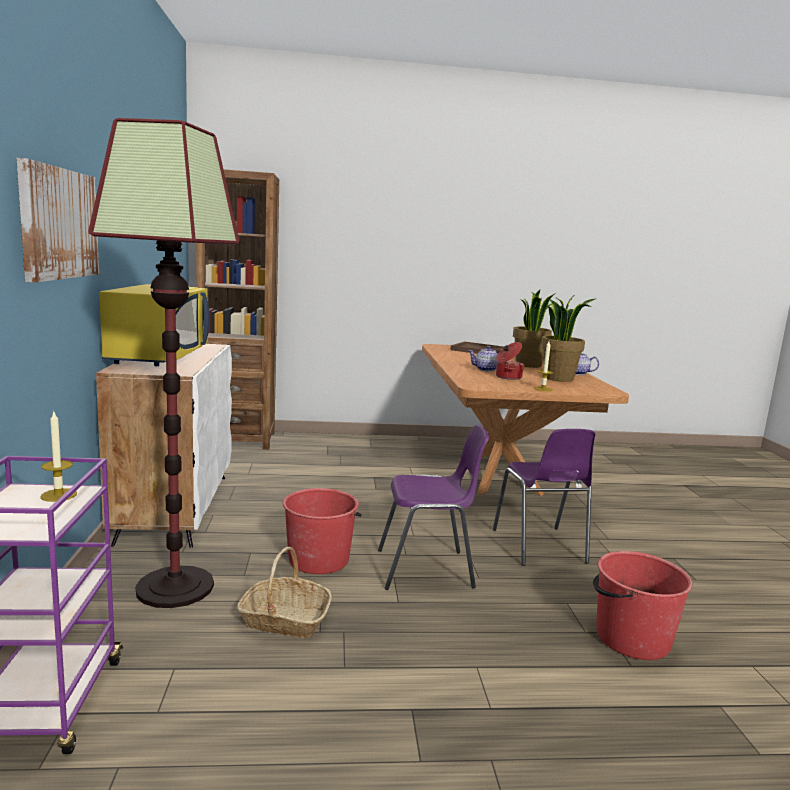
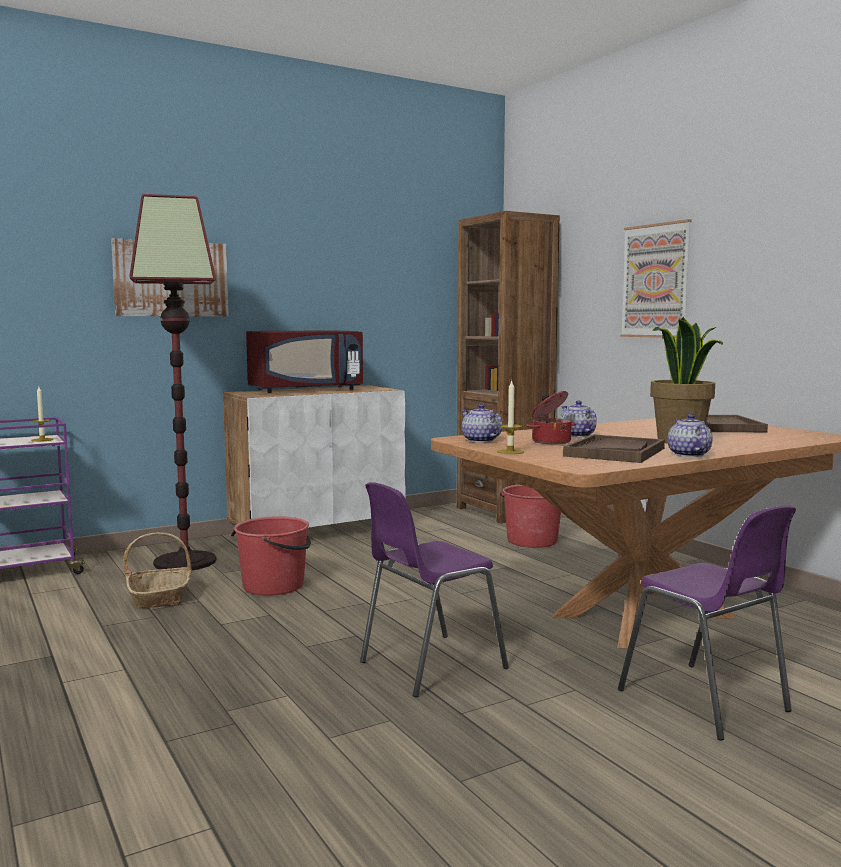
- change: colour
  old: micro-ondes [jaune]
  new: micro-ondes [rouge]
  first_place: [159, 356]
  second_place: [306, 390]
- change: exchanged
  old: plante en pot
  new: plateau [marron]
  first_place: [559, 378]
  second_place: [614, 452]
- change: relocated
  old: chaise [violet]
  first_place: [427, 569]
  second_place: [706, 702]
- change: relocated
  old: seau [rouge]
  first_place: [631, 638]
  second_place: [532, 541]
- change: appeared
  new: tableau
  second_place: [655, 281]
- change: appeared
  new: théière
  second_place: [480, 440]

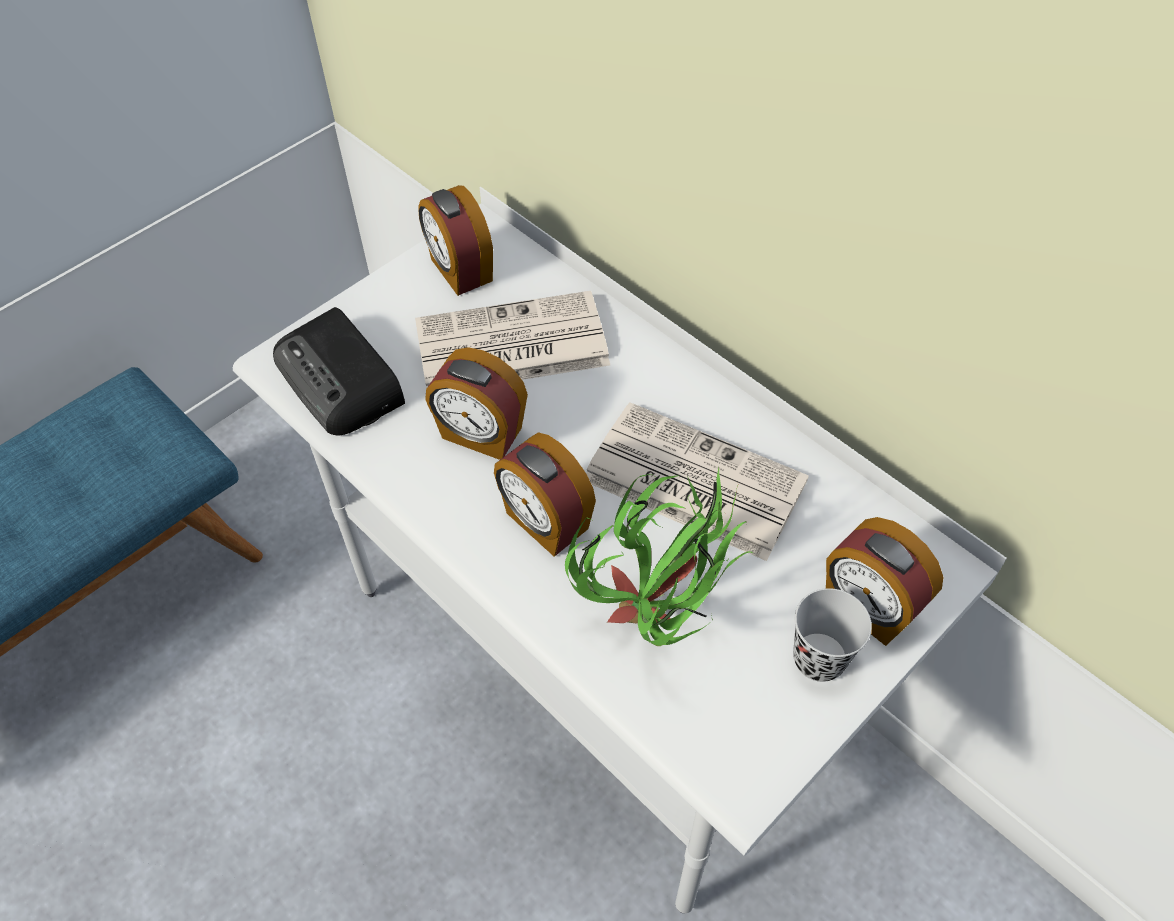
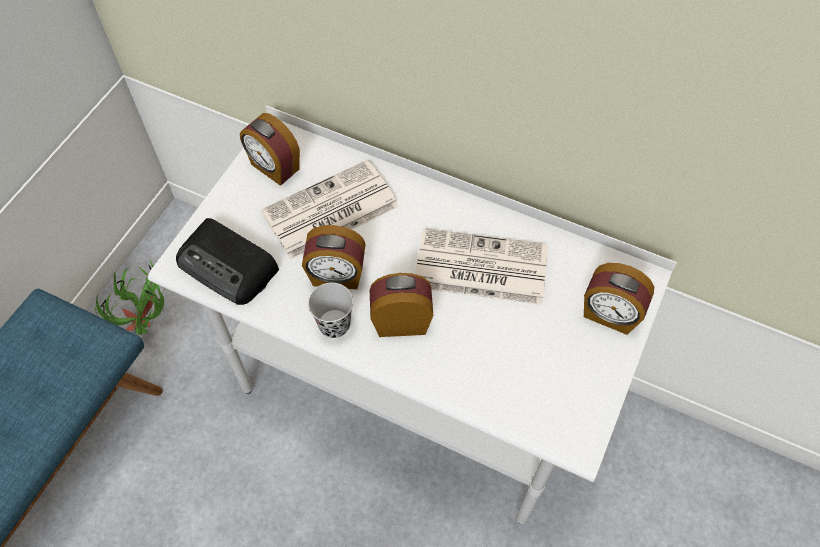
- change: spun
  old: réveil
  first_place: [545, 522]
  second_place: [401, 321]
  degrees: 150
- change: relocated
  old: plante en pot
  first_place: [658, 618]
  second_place: [151, 324]
- change: relocated
  old: tasse [noir]
  first_place: [819, 659]
  second_place: [334, 325]

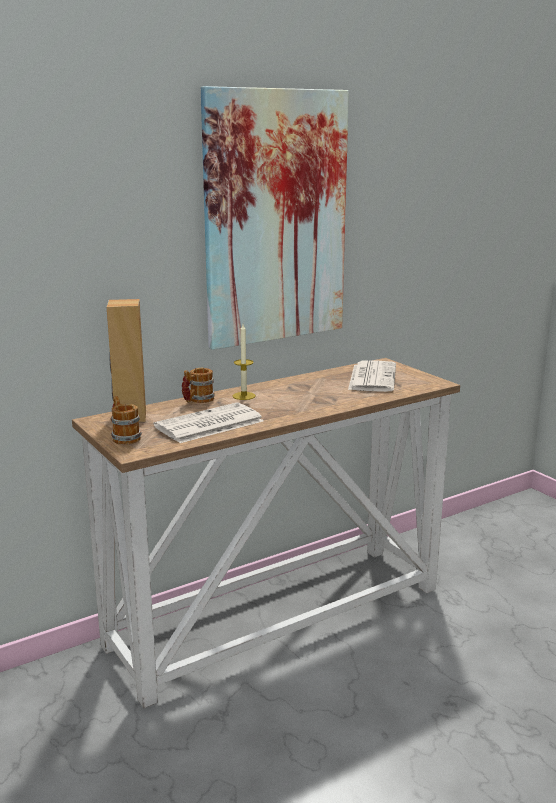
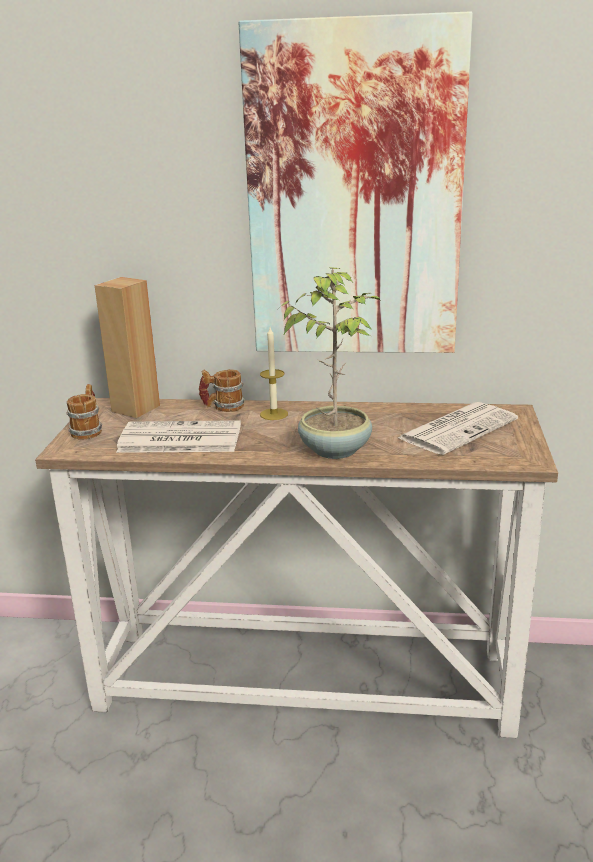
- change: appeared
  new: plante en pot
  second_place: [335, 449]

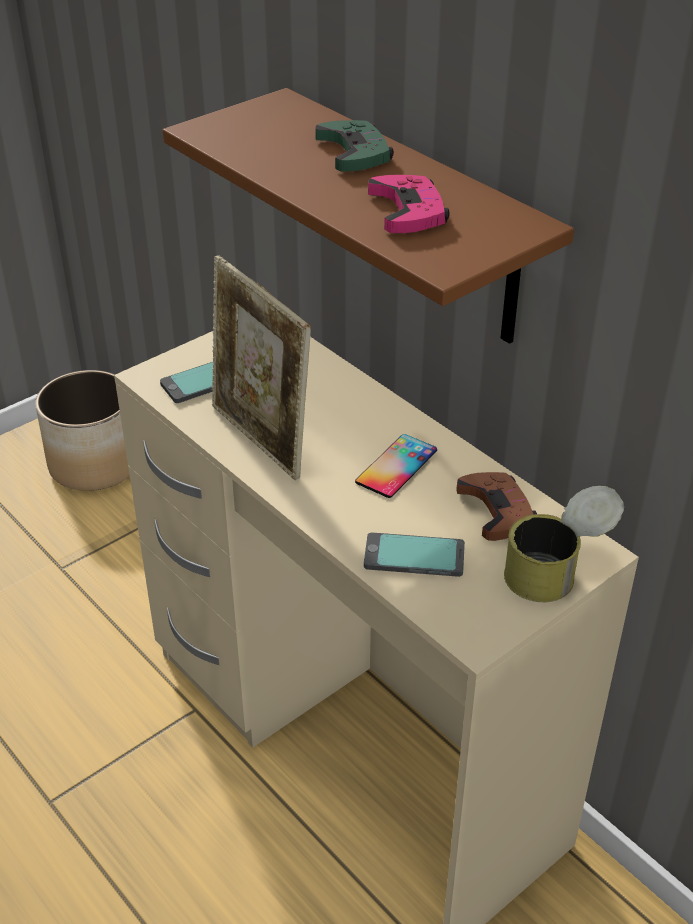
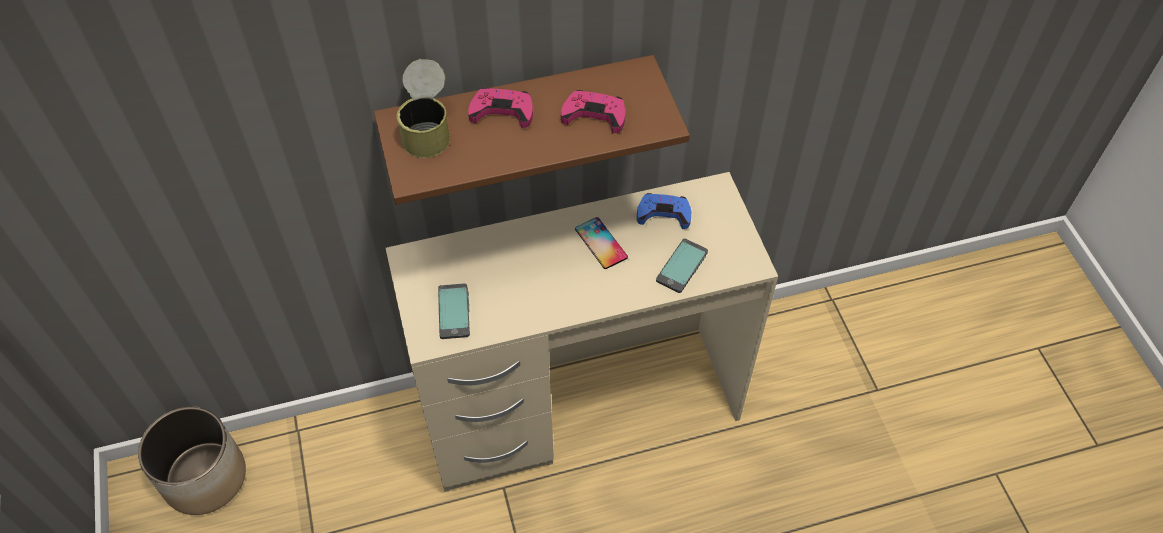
- change: colour
  old: manette [vert]
  new: manette [rose]
  first_place: [354, 153]
  second_place: [502, 111]
- change: missing
  old: cadre photo
  first_place: [261, 440]
- change: colour
  old: manette [marron]
  new: manette [bleu]
  first_place: [496, 510]
  second_place: [664, 213]
- change: relocated
  old: boîte métallique
  first_place: [558, 571]
  second_place: [428, 128]

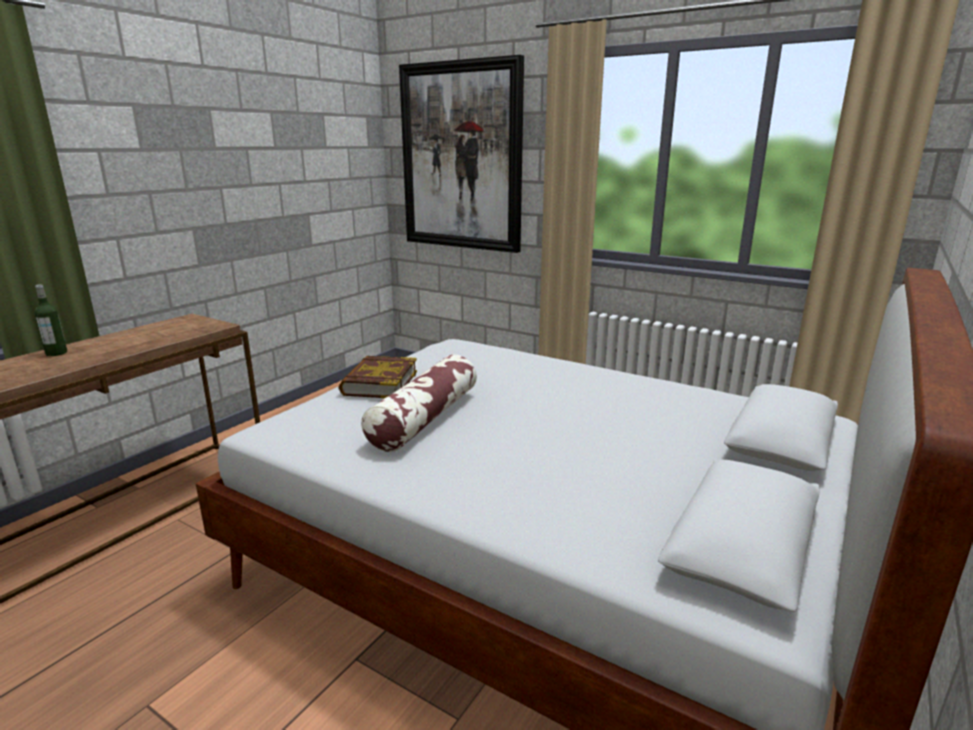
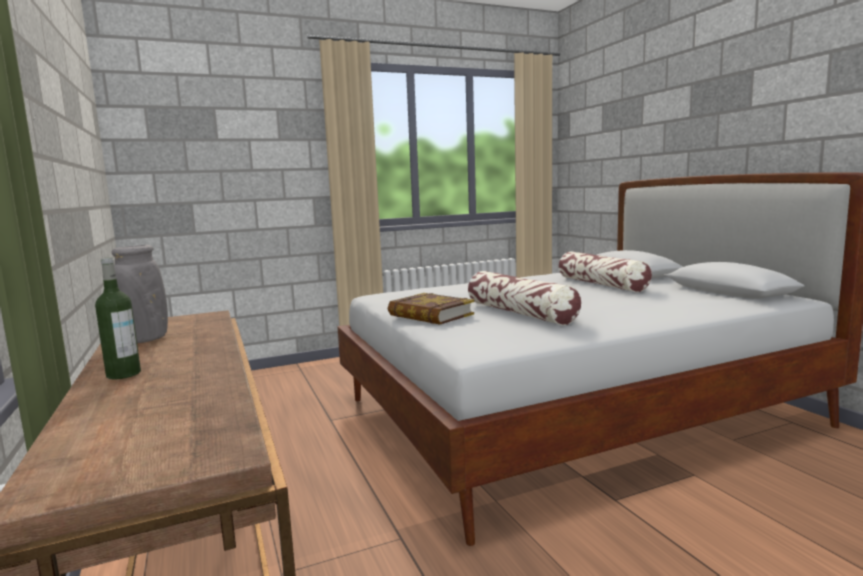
- change: missing
  old: tableau
  first_place: [461, 158]
- change: appeared
  new: vase [gris]
  second_place: [144, 340]
- change: appeared
  new: coussin
  second_place: [601, 284]

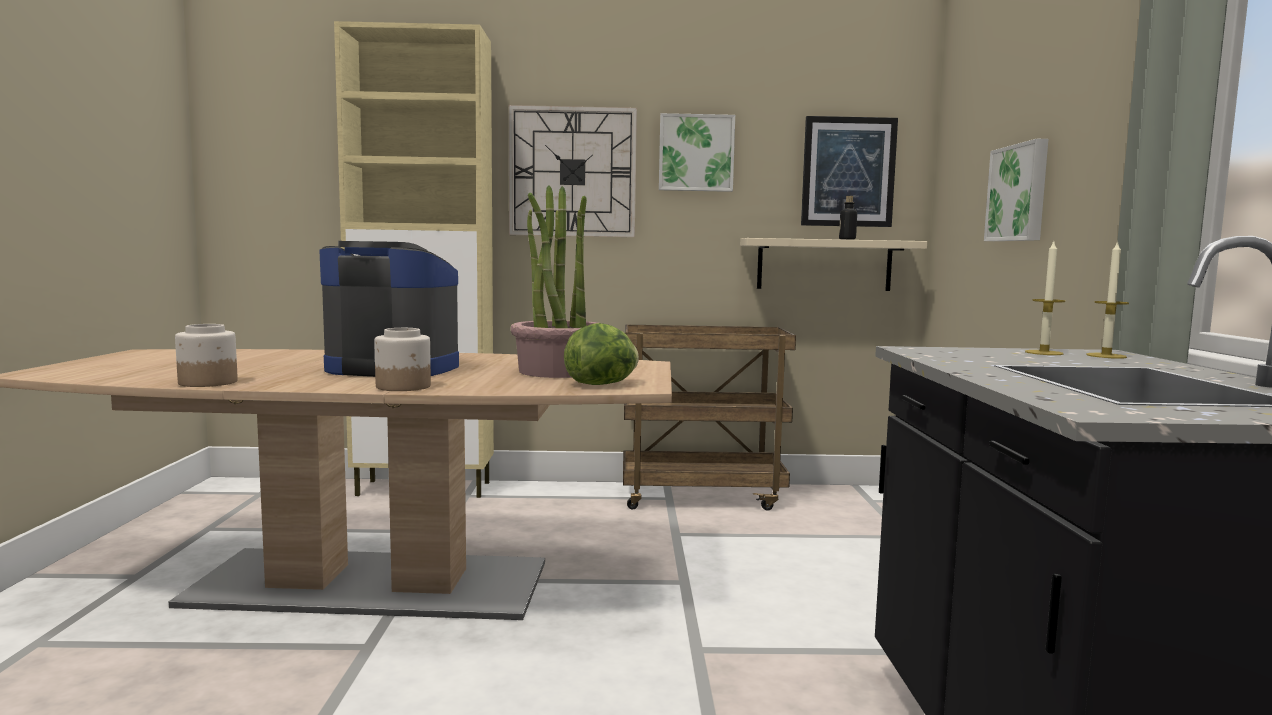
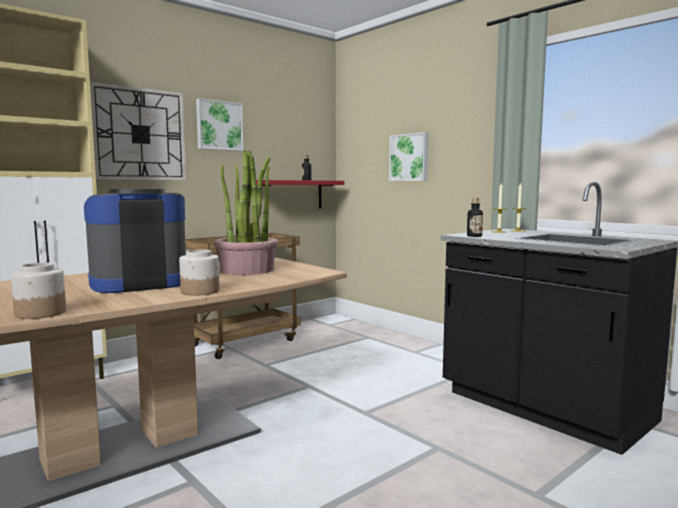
- change: missing
  old: tableau
  first_place: [848, 172]
- change: colour
  old: étagère [beige]
  new: étagère [rouge]
  first_place: [824, 265]
  second_place: [290, 195]
- change: missing
  old: laitue
  first_place: [602, 384]
- change: appeared
  new: bouteille
  second_place: [474, 236]

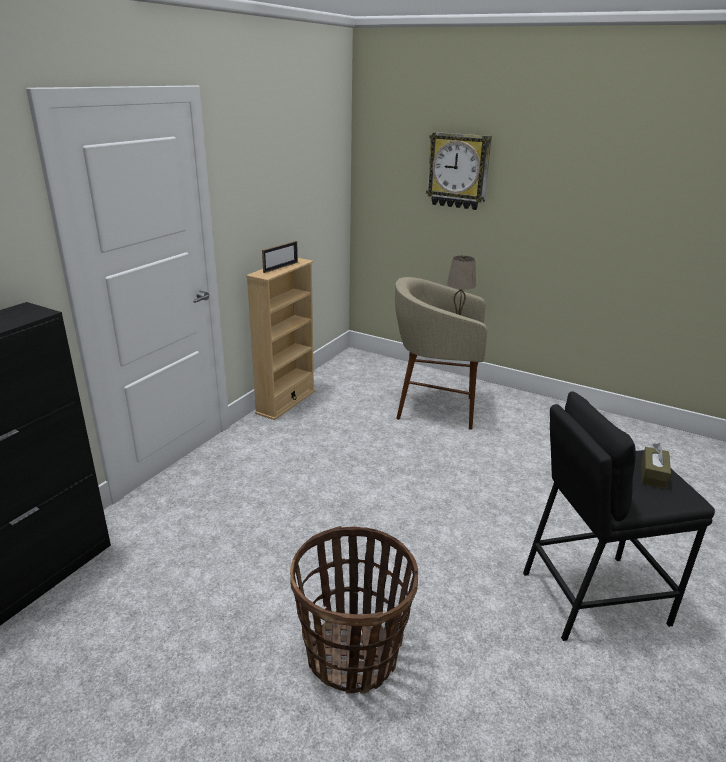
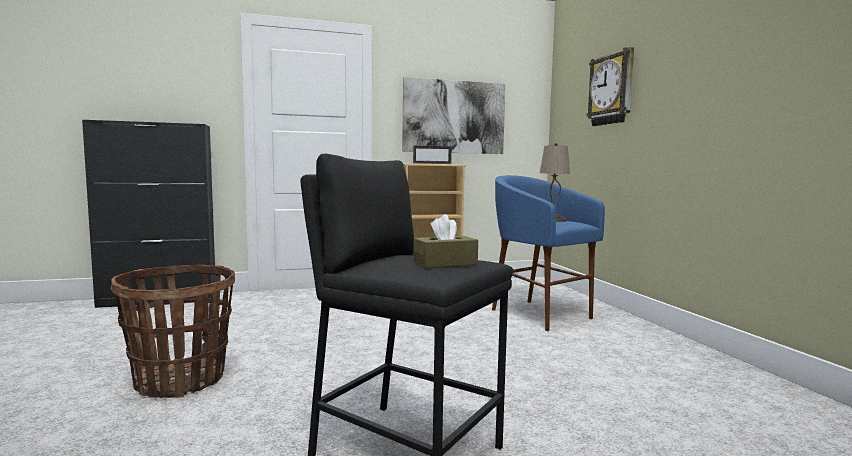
- change: colour
  old: tabouret [beige]
  new: tabouret [bleu]
  first_place: [434, 409]
  second_place: [538, 314]
- change: appeared
  new: tableau
  second_place: [454, 117]

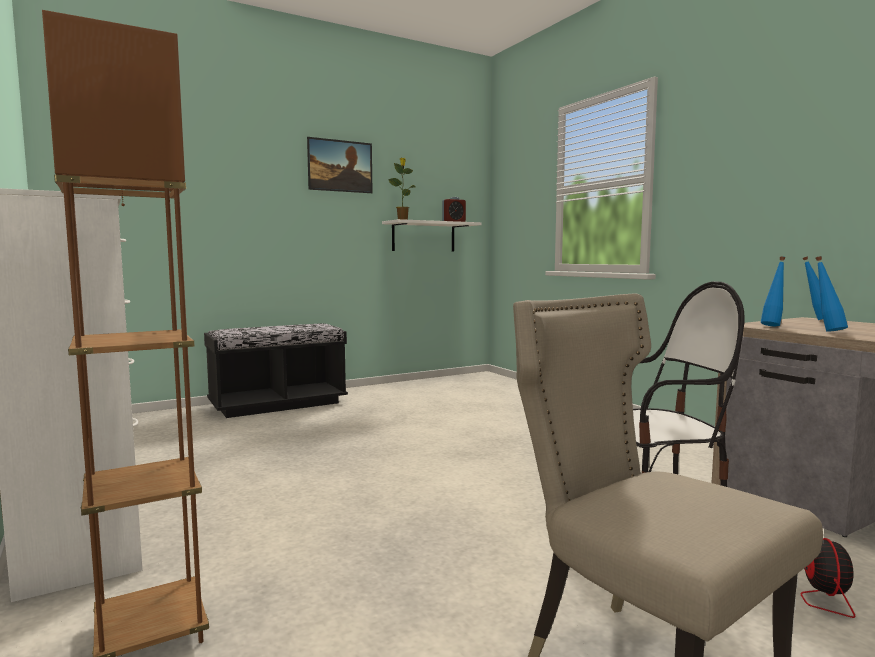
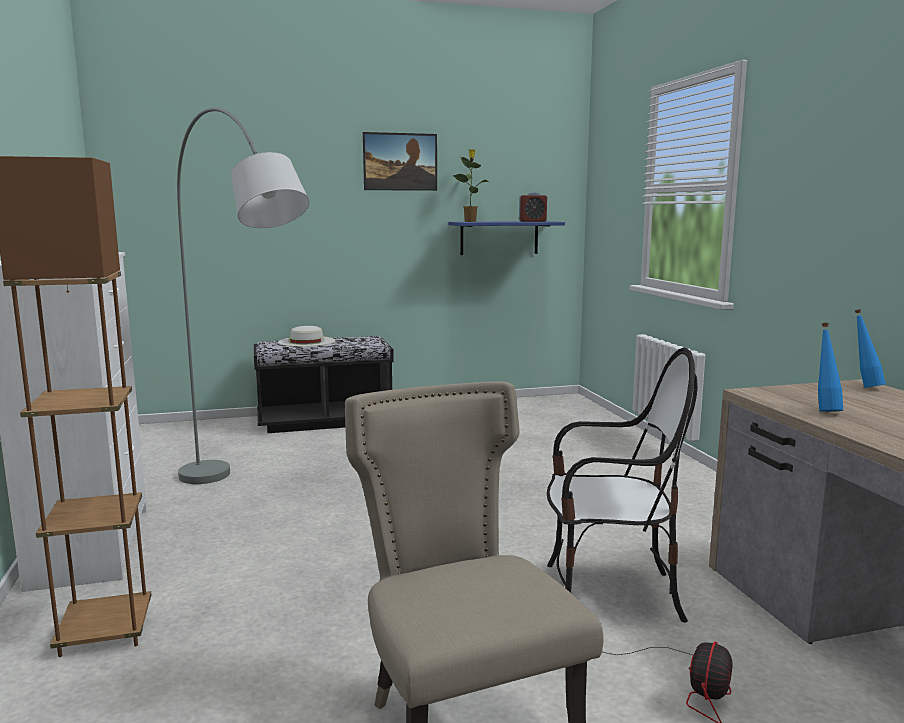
- change: colour
  old: étagère [blanc]
  new: étagère [bleu]
  first_place: [423, 237]
  second_place: [499, 238]
- change: missing
  old: bouteille [bleu]
  first_place: [773, 326]
- change: appeared
  new: lampadaire [gris]
  second_place: [246, 503]
- change: appeared
  new: chapeau [blanc]
  second_place: [306, 341]

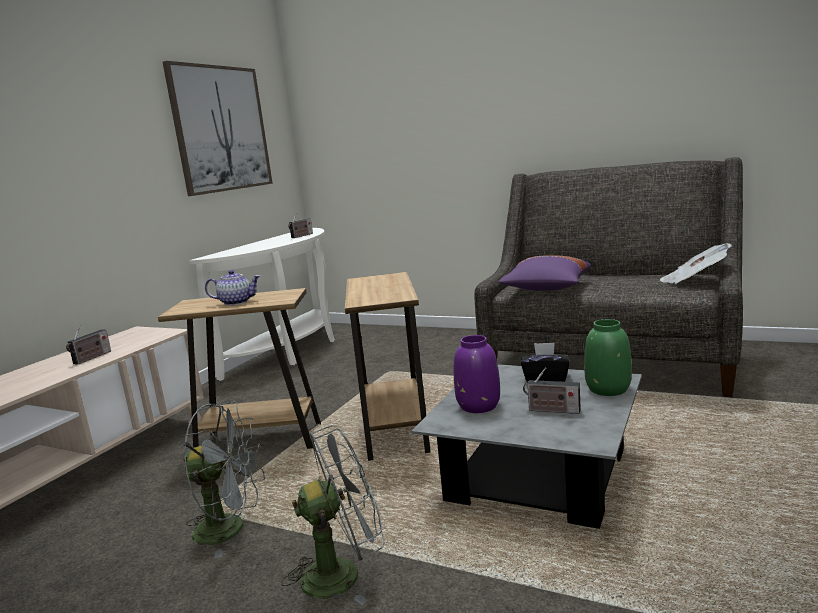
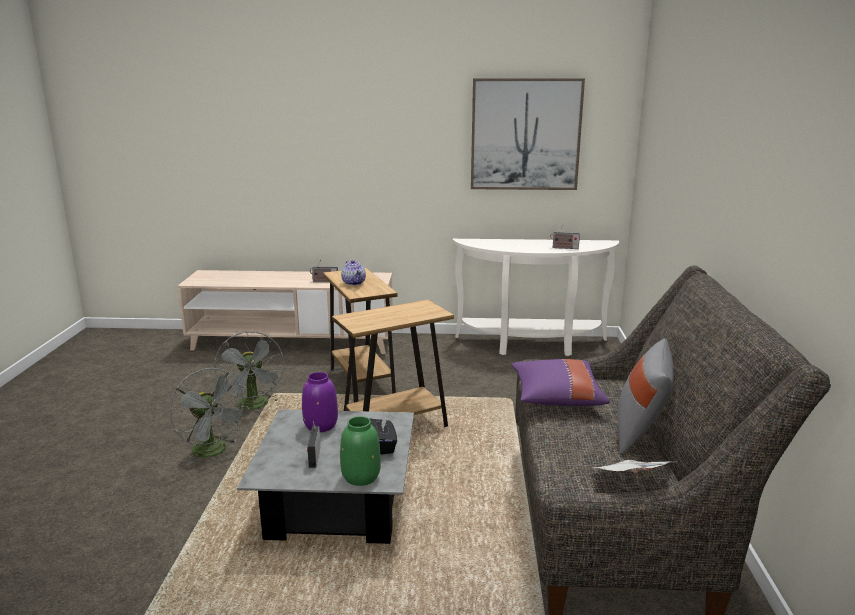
- change: appeared
  new: coussin [gris]
  second_place: [640, 434]

